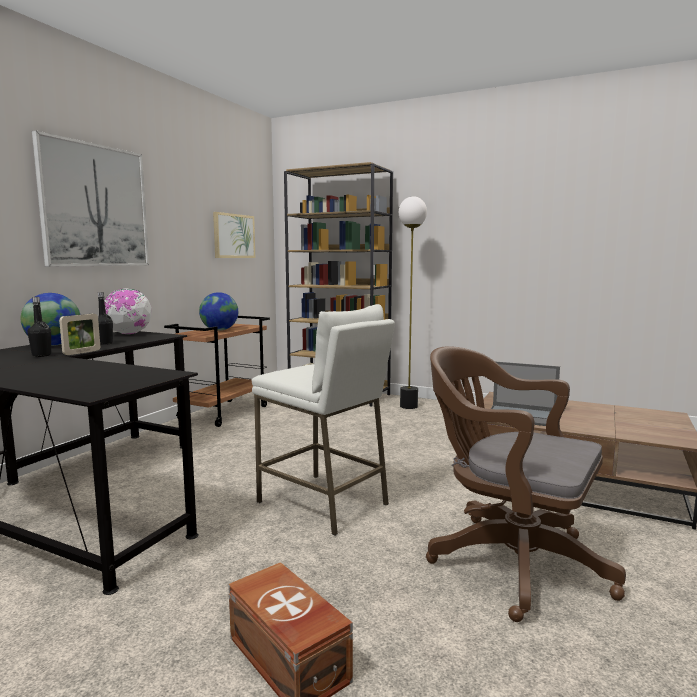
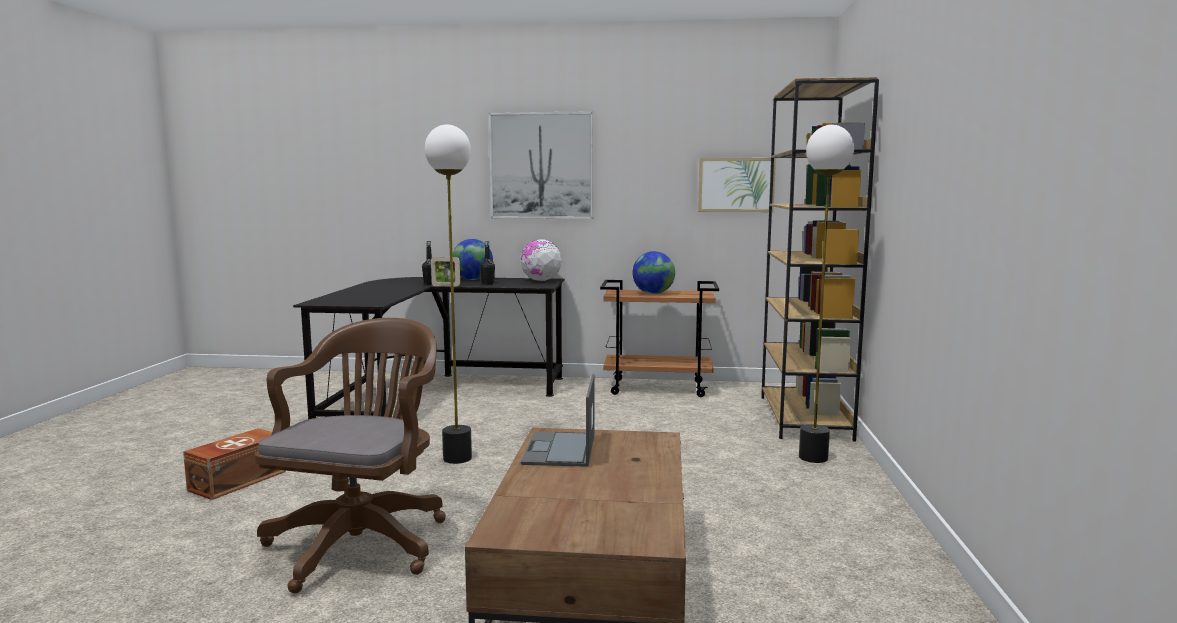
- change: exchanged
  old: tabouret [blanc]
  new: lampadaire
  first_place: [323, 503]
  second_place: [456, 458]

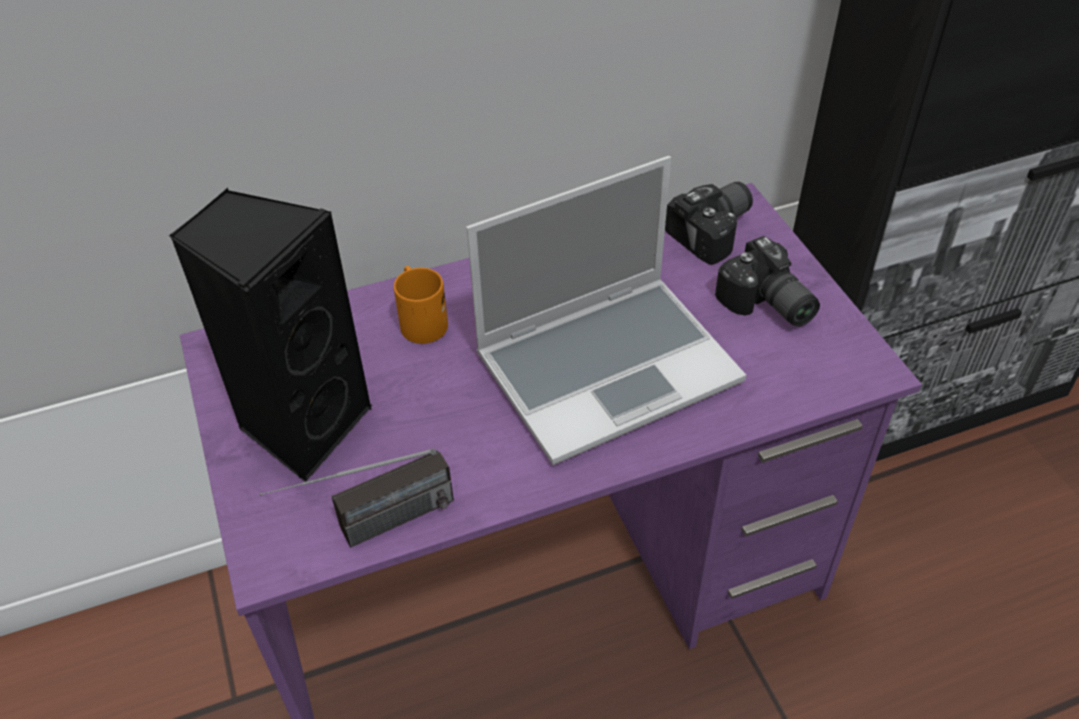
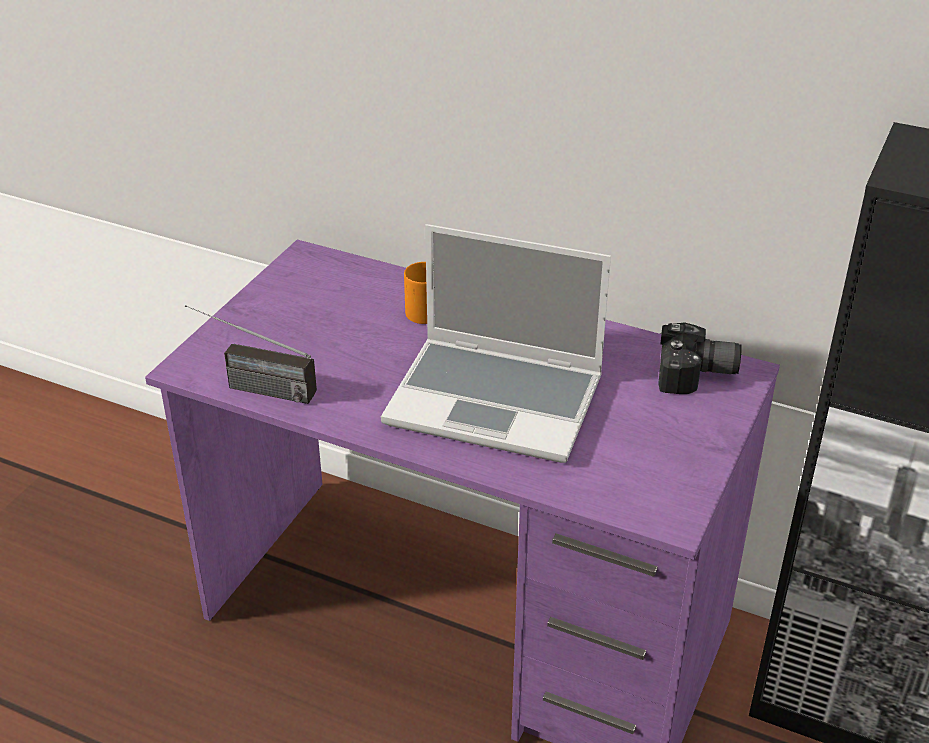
- change: missing
  old: enceinte [noir]
  first_place: [303, 425]
- change: missing
  old: appareil photo
  first_place: [766, 305]

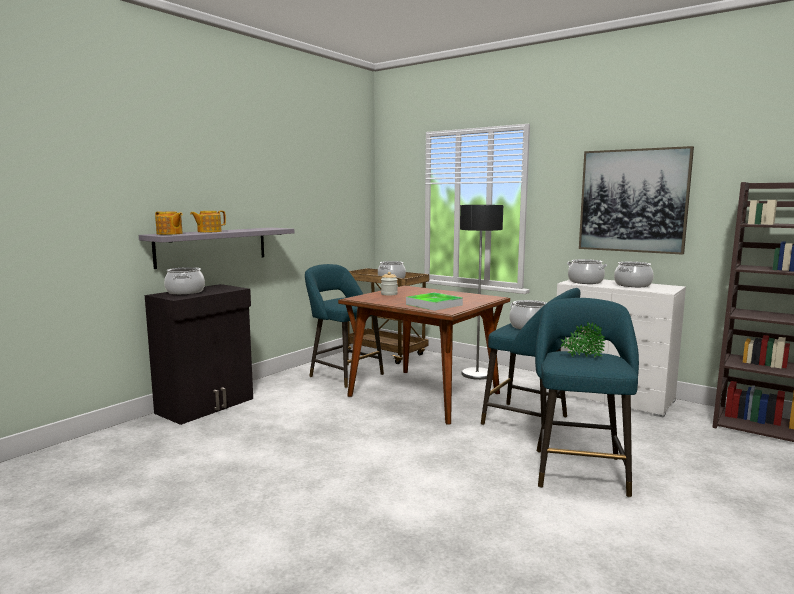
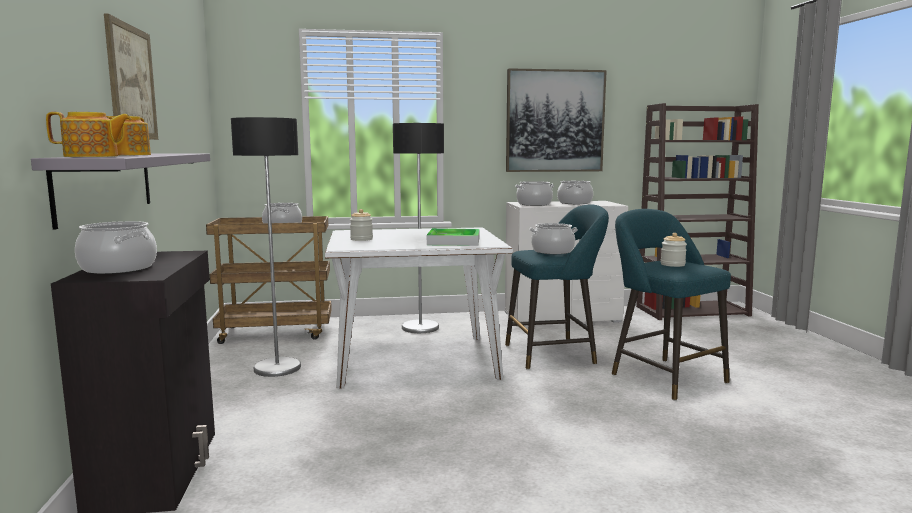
- change: exchanged
  old: tabouret [turquoise]
  new: lampadaire
  first_place: [343, 375]
  second_place: [277, 368]
- change: colour
  old: table à manger [marron]
  new: table à manger [blanc]
  first_place: [423, 394]
  second_place: [415, 360]
- change: exchanged
  old: plante en pot
  new: bocal
  first_place: [582, 357]
  second_place: [672, 264]
- change: appeared
  new: tableau
  second_place: [131, 82]

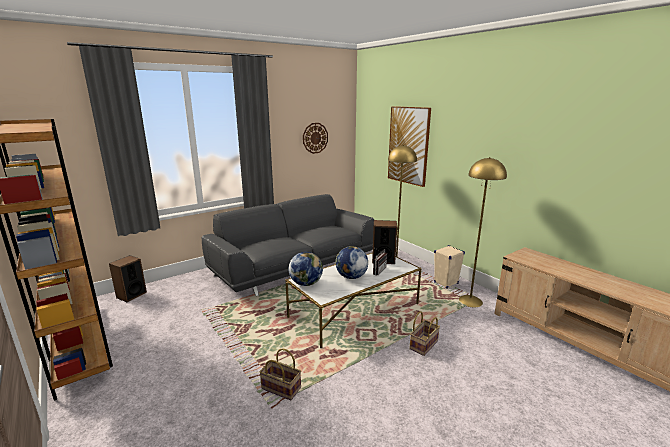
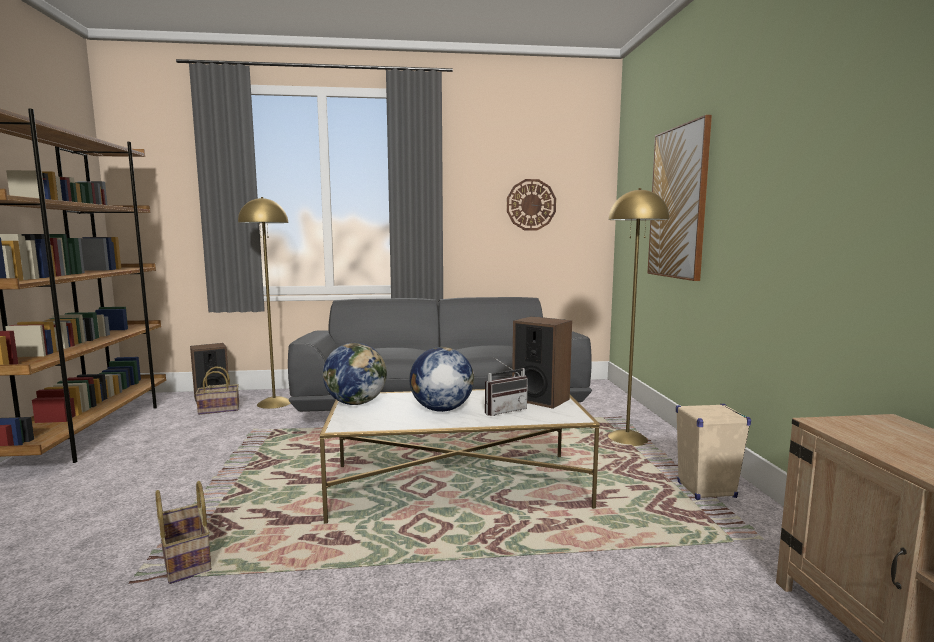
- change: relocated
  old: lampadaire [jaune]
  first_place: [470, 301]
  second_place: [274, 403]
- change: relocated
  old: panier
  first_place: [423, 344]
  second_place: [220, 409]

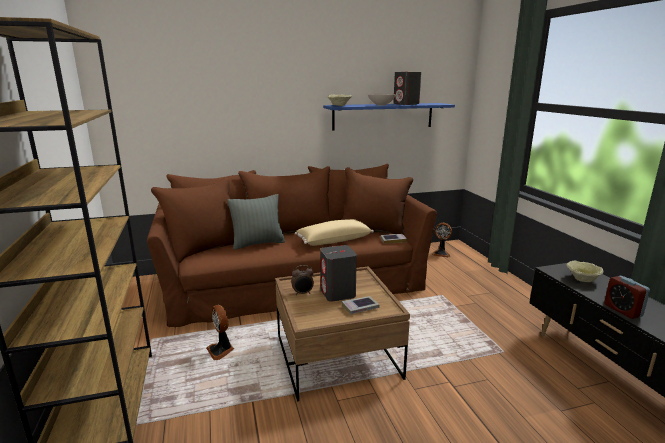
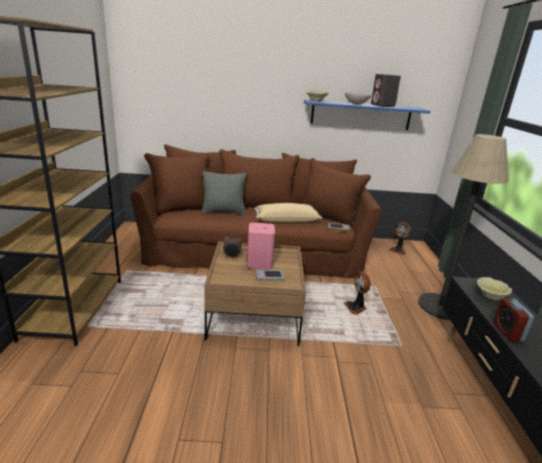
- change: colour
  old: enceinte [gris]
  new: enceinte [rose]
  first_place: [338, 293]
  second_place: [259, 263]
- change: relocated
  old: ventilateur
  first_place: [221, 350]
  second_place: [356, 307]
- change: appeared
  new: lampadaire
  second_place: [440, 306]

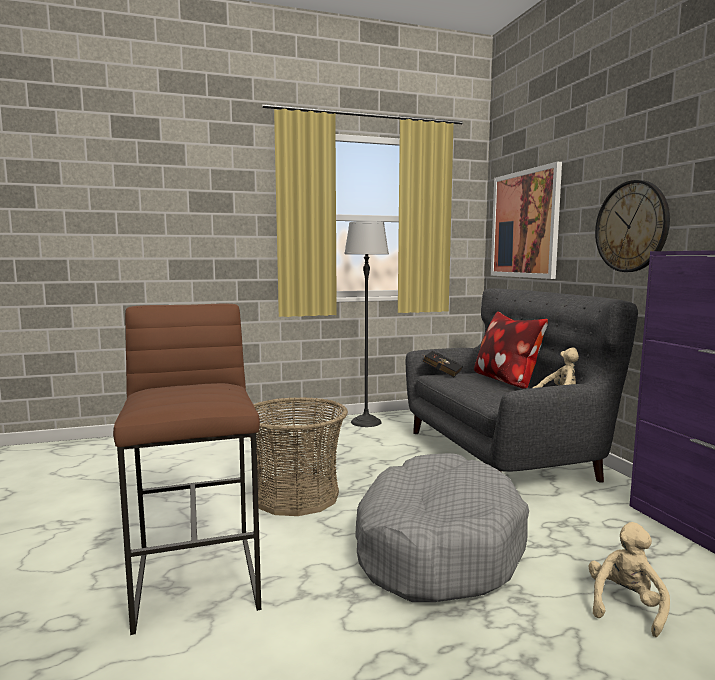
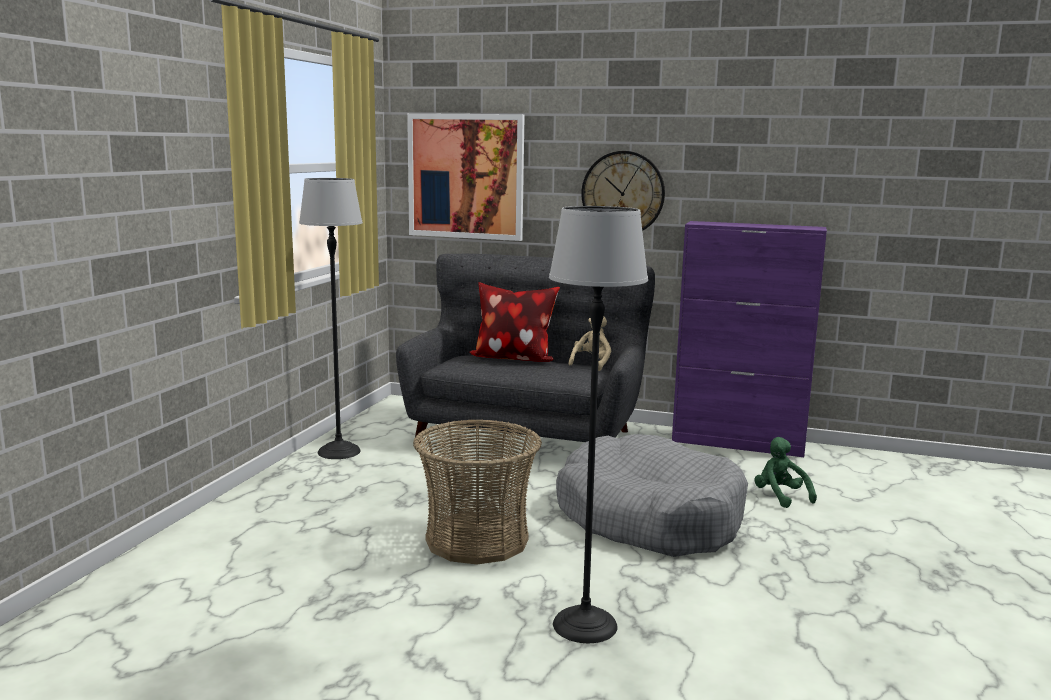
- change: exchanged
  old: tabouret [marron]
  new: lampadaire
  first_place: [198, 578]
  second_place: [585, 624]
- change: missing
  old: livre [noir]
  first_place: [441, 373]
- change: colour
  old: peluche [beige]
  new: peluche [vert]
  first_place: [625, 606]
  second_place: [780, 497]

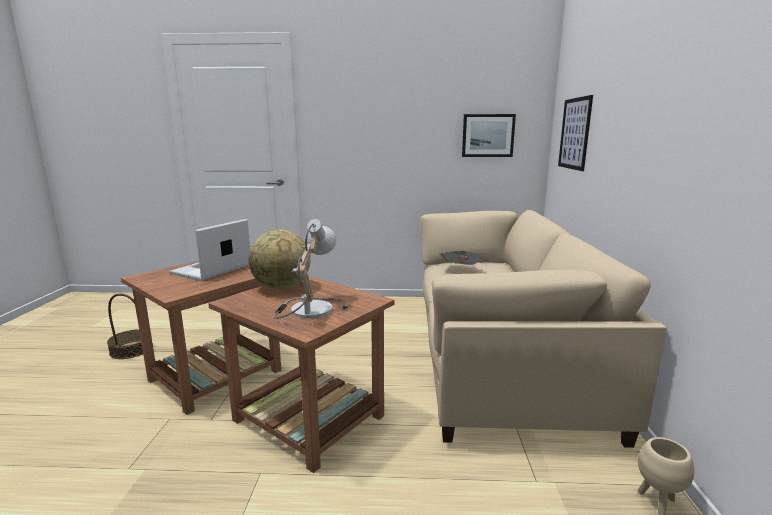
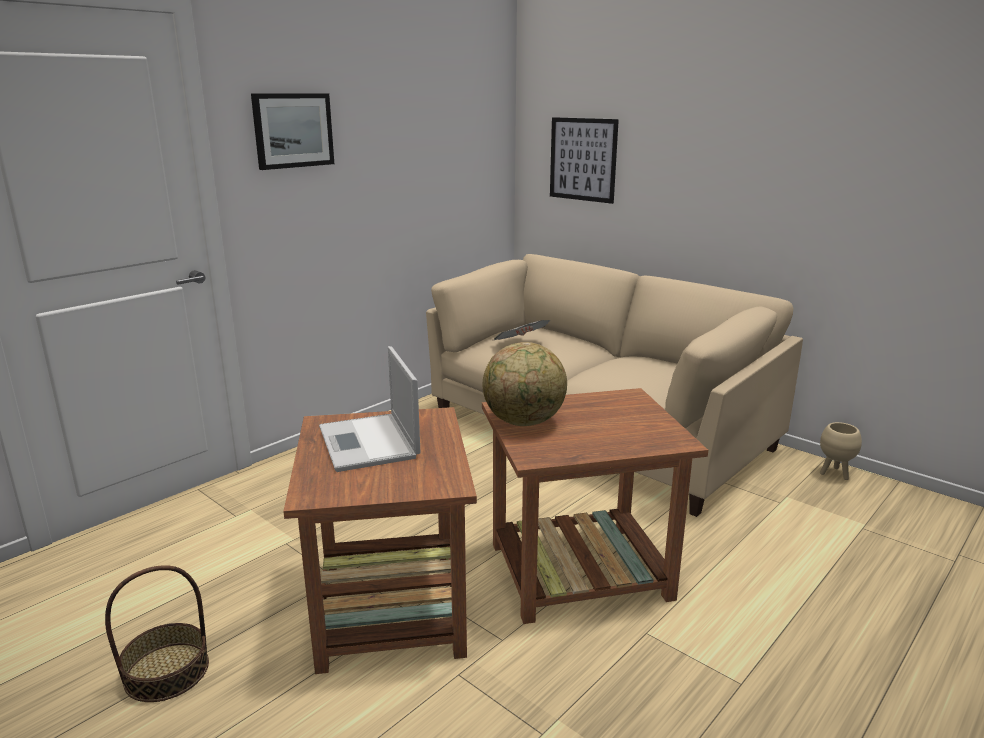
- change: relocated
  old: tableau
  first_place: [488, 135]
  second_place: [293, 130]
- change: missing
  old: lampe de table
  first_place: [308, 309]

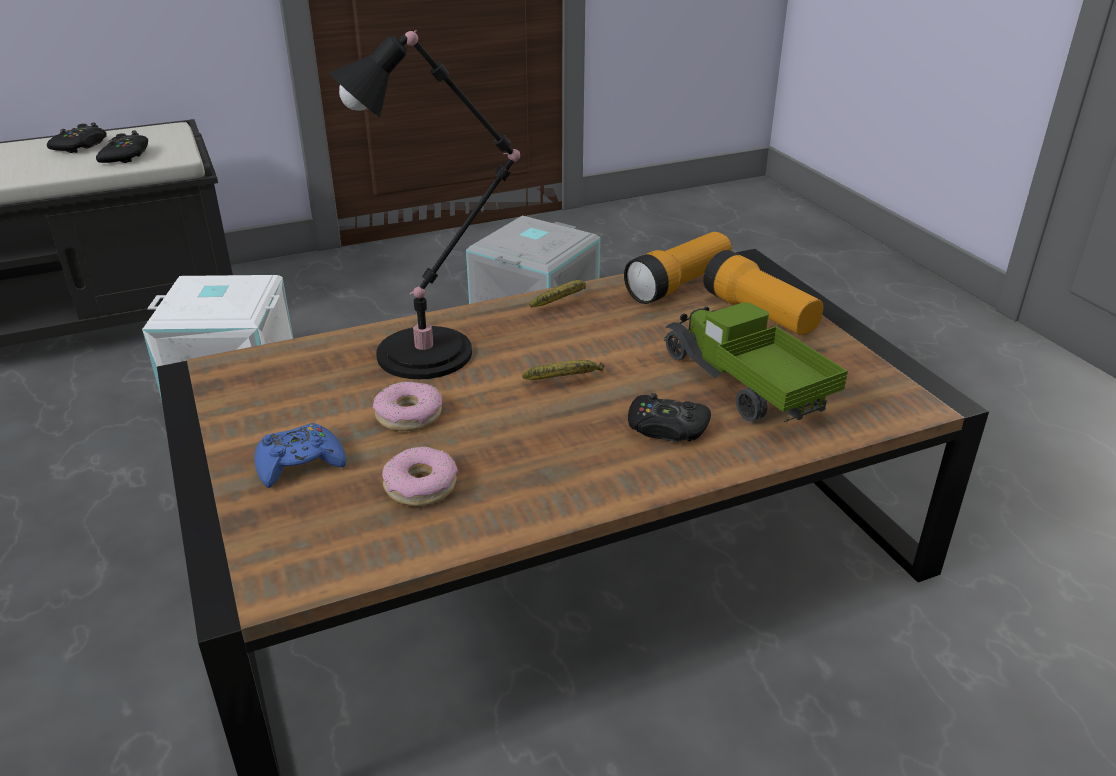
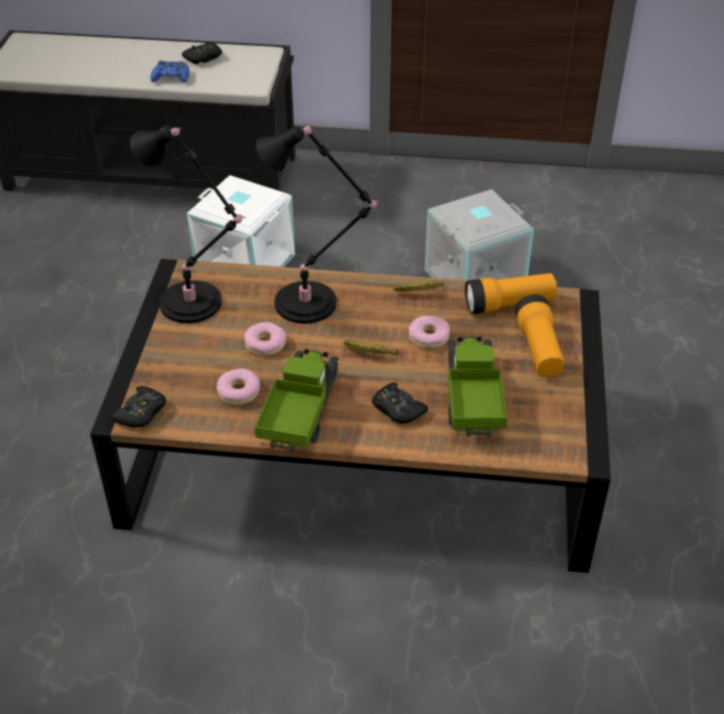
- change: relocated
  old: manette [noir]
  first_place: [125, 156]
  second_place: [141, 413]
- change: relocated
  old: manette [bleu]
  first_place: [300, 463]
  second_place: [171, 77]
- change: appeared
  new: lampe de table [noir]
  second_place: [195, 304]
- change: appeared
  new: beignet
  second_place: [428, 337]
- change: appeared
  new: camion jouet
  second_place: [300, 413]

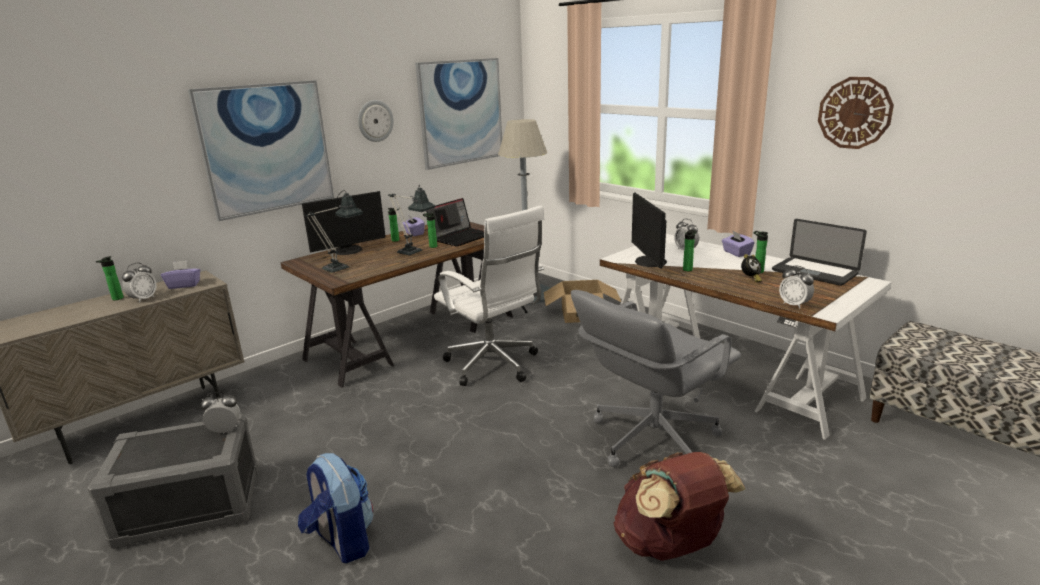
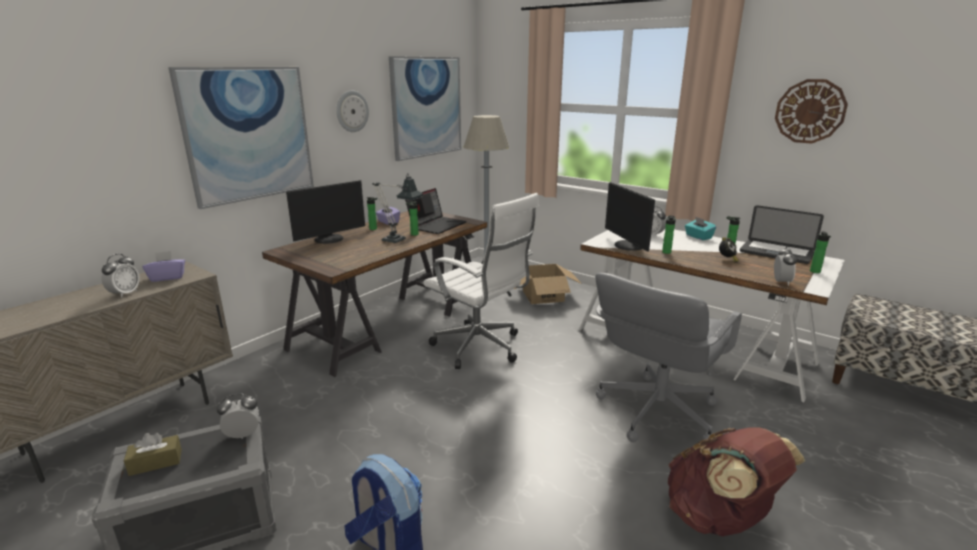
- change: missing
  old: lampe de table
  first_place: [341, 267]
- change: colour
  old: boîte à mouchoirs [violet]
  new: boîte à mouchoirs [turquoise]
  first_place: [736, 253]
  second_place: [698, 237]
- change: relocated
  old: bouteille
  first_place: [116, 299]
  second_place: [815, 272]
- change: spun
  old: réveil
  first_place: [794, 305]
  second_place: [781, 282]
  degrees: -120
- change: appeared
  new: boîte à mouchoirs [marron]
  second_place: [156, 462]

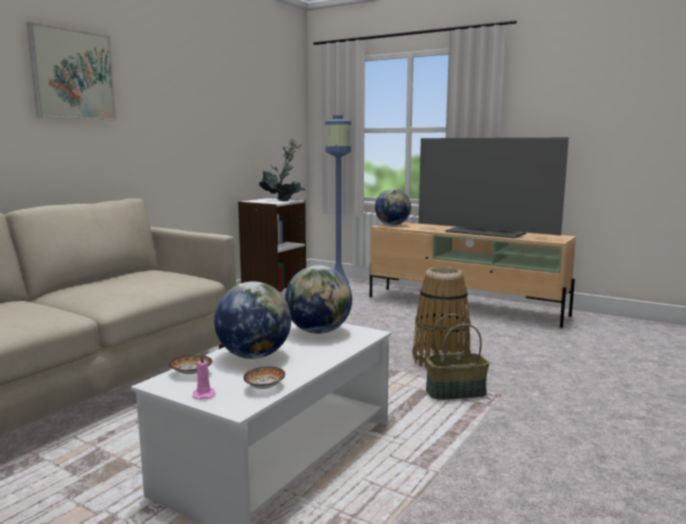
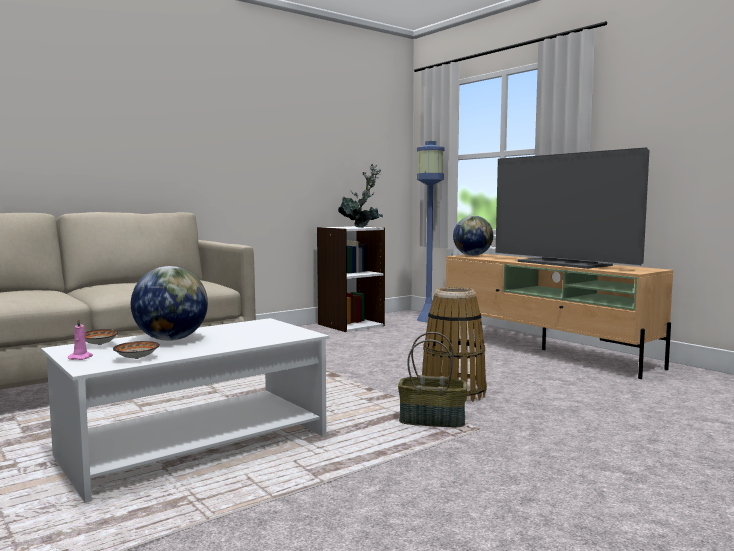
- change: missing
  old: tableau
  first_place: [73, 75]
- change: missing
  old: globe
  first_place: [319, 331]

